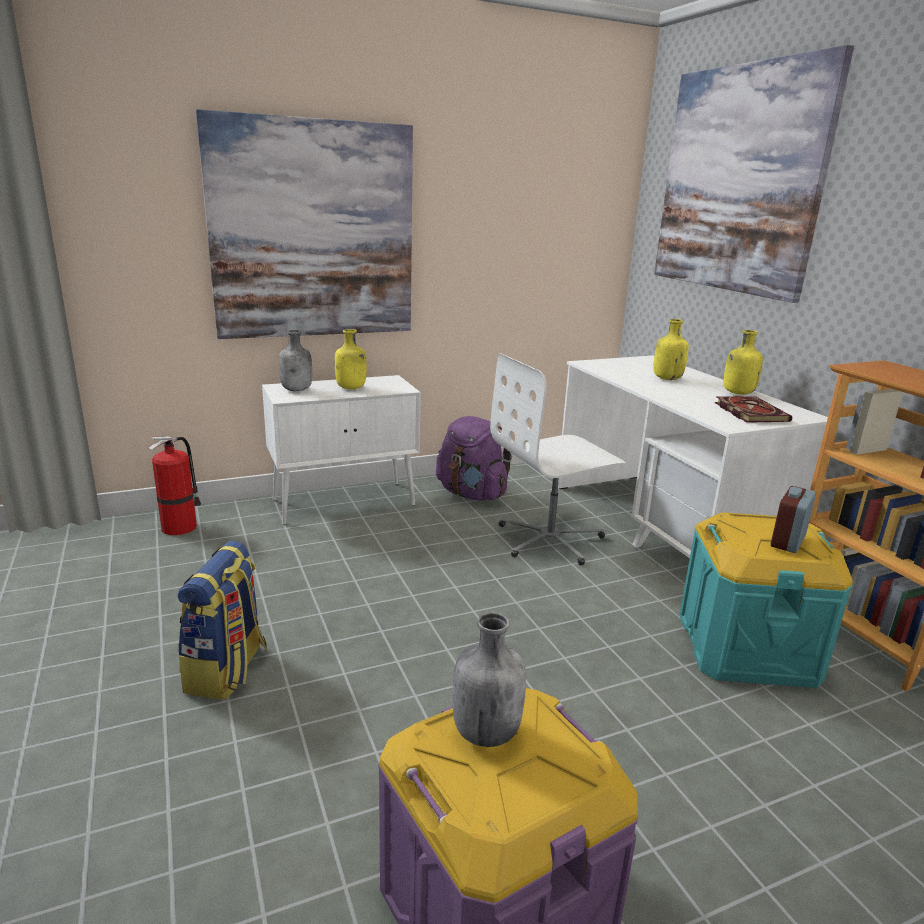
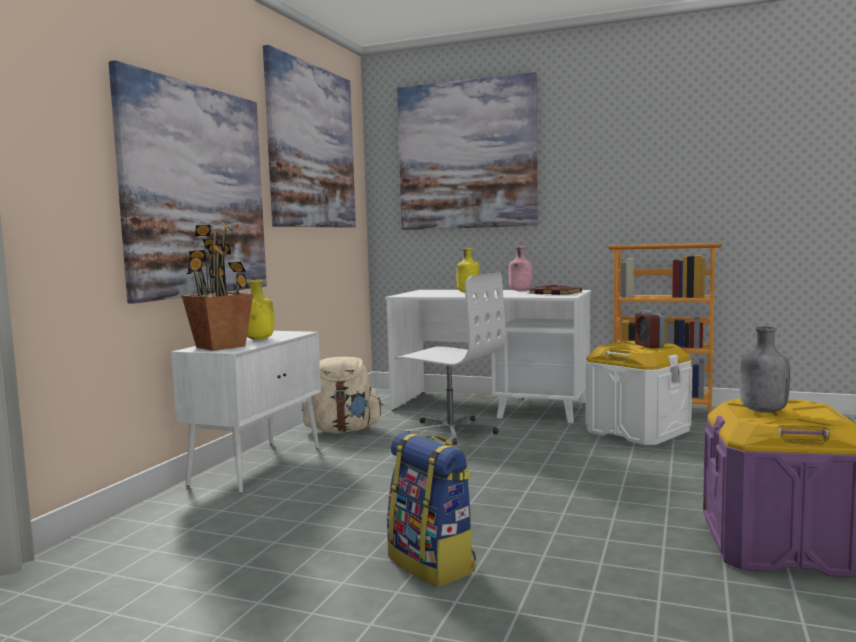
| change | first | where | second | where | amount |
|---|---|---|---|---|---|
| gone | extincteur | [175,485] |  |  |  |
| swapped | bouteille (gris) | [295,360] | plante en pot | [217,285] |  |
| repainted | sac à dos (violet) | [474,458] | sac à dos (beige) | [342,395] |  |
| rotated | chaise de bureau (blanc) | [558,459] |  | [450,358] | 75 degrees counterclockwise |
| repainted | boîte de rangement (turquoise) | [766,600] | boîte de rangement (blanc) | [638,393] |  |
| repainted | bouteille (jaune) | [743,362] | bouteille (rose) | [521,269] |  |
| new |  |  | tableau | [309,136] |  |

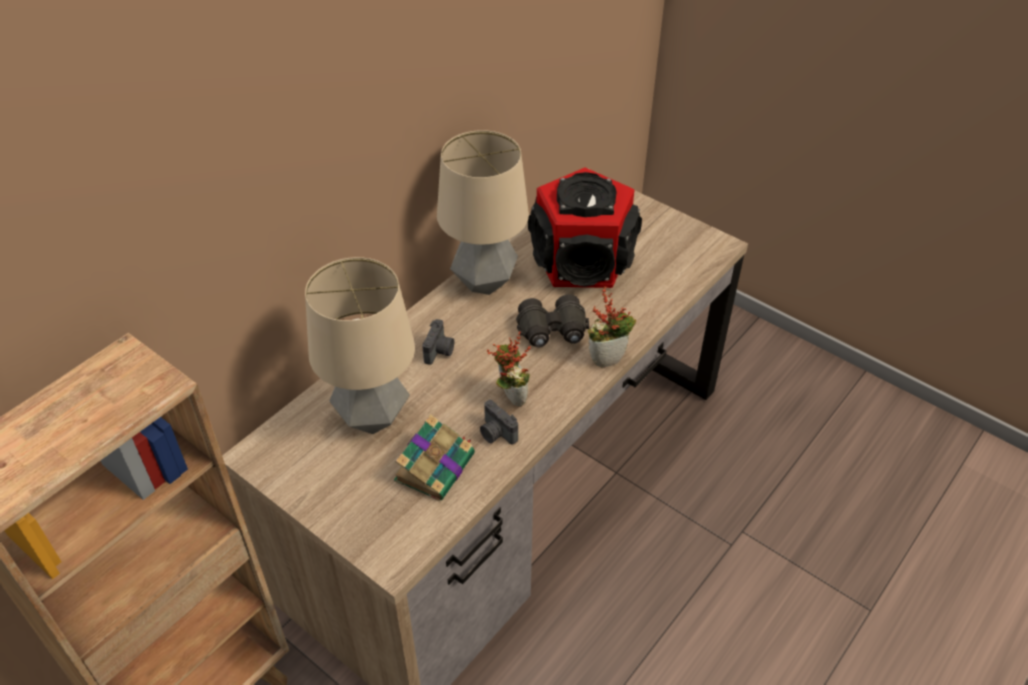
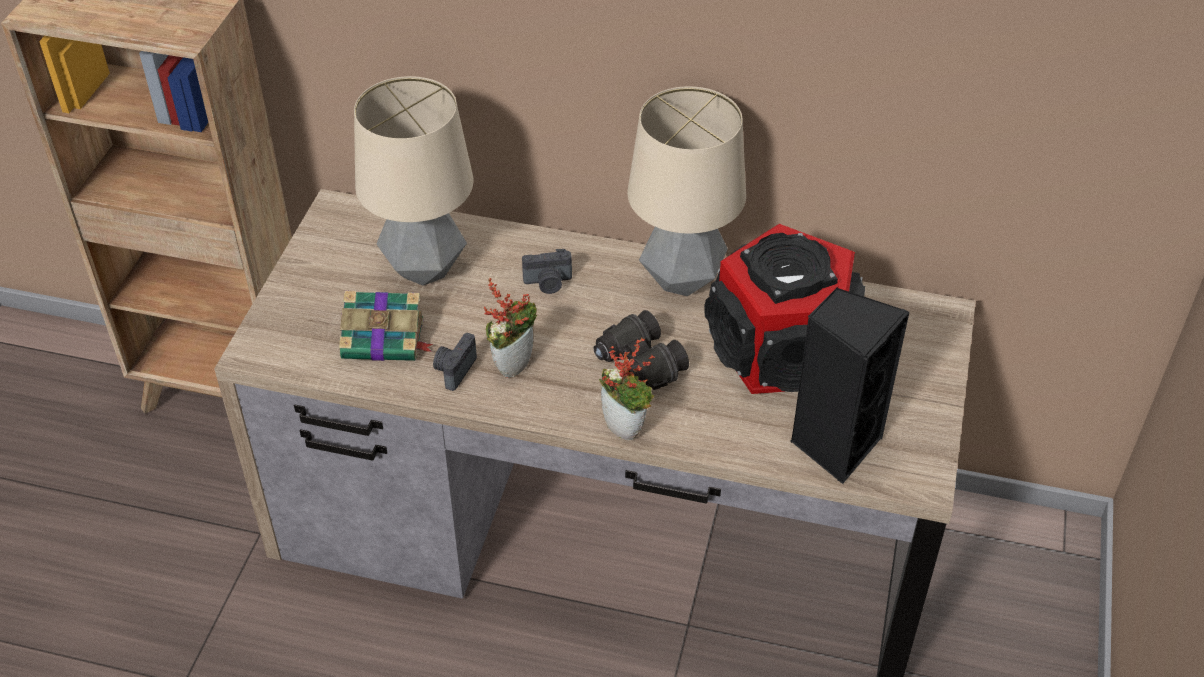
| change | first | where | second | where | amount |
|---|---|---|---|---|---|
| new |  |  | enceinte (noir) | [849,385] |  |

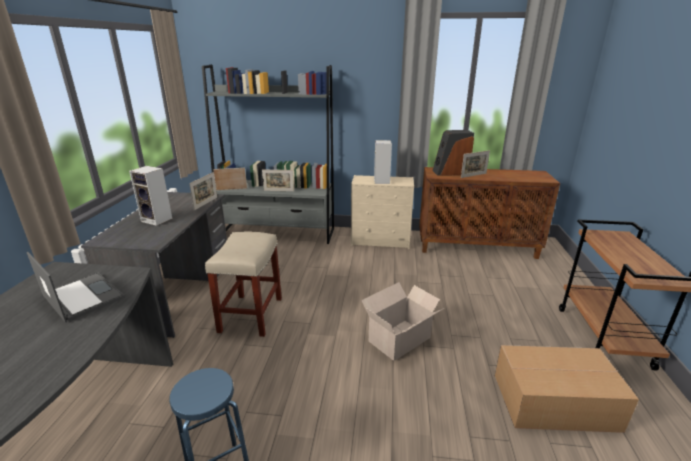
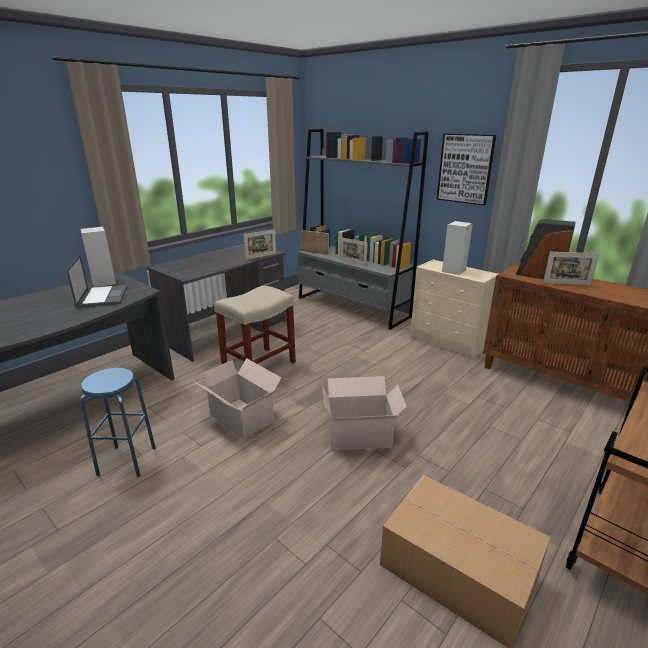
| change | first | where | second | where | amount |
|---|---|---|---|---|---|
| shifted | enceinte | [150,196] |  | [98,257] |  |
| new |  |  | carton | [238,398] |  |
| new |  |  | tableau | [466,169] |  |

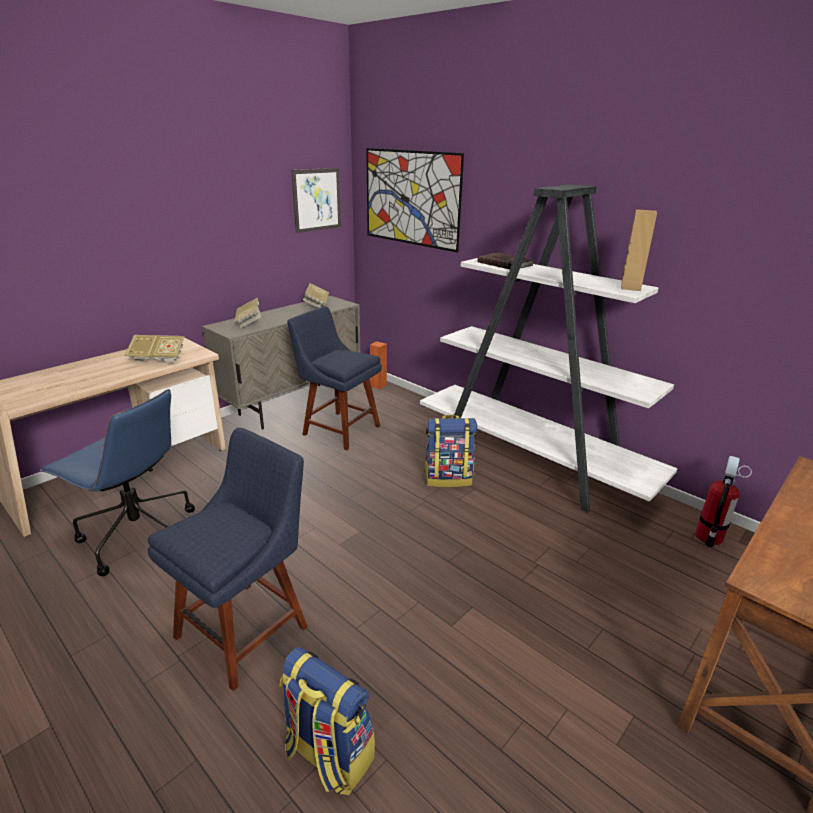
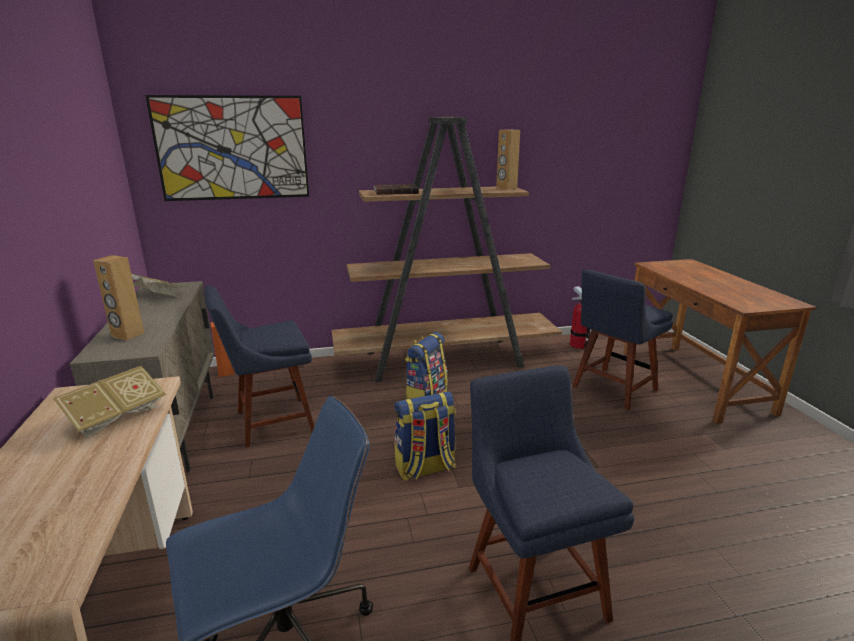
| change | first | where | second | where | amount |
|---|---|---|---|---|---|
| swapped | livre | [247,312] | enceinte (marron) | [118,298] |  |
| shifted | sac à dos | [327,721] |  | [425,436] |  |
| gone | tableau | [316,200] |  |  |  |
| repainted | bibliothèque (blanc) | [549,348] | bibliothèque (marron) | [447,249] |  |
| new |  |  | chaise (bleu) | [622,339] |  |

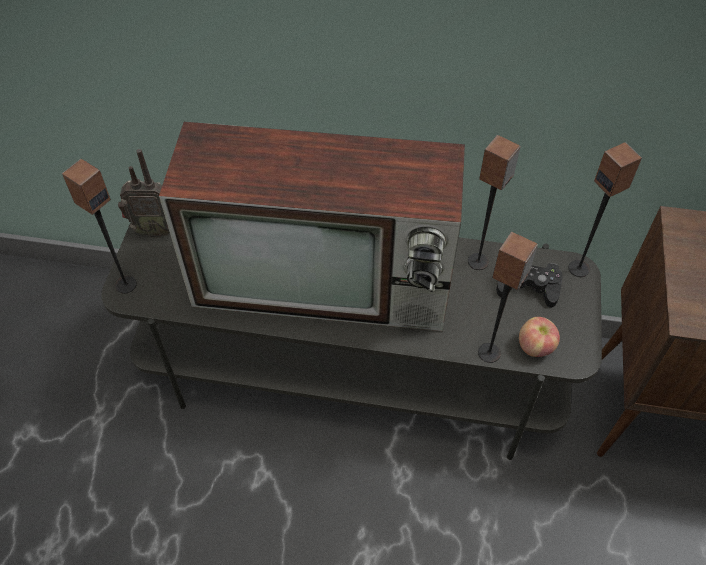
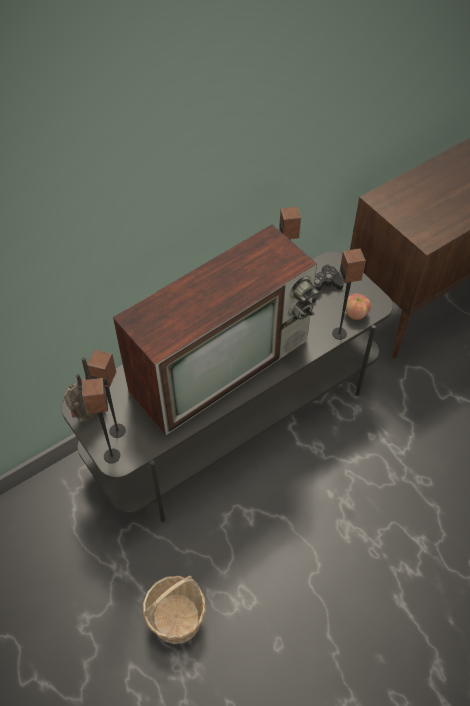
| change | first | where | second | where | amount |
|---|---|---|---|---|---|
| shifted | enceinte | [605,209] |  | [106,394] |  |
| new |  |  | panier | [174,610] |  |

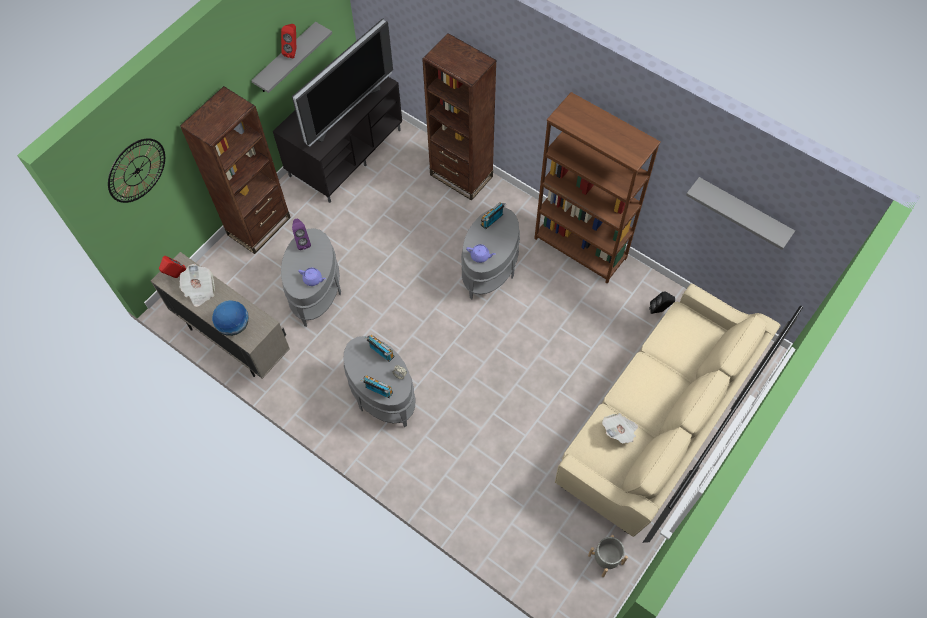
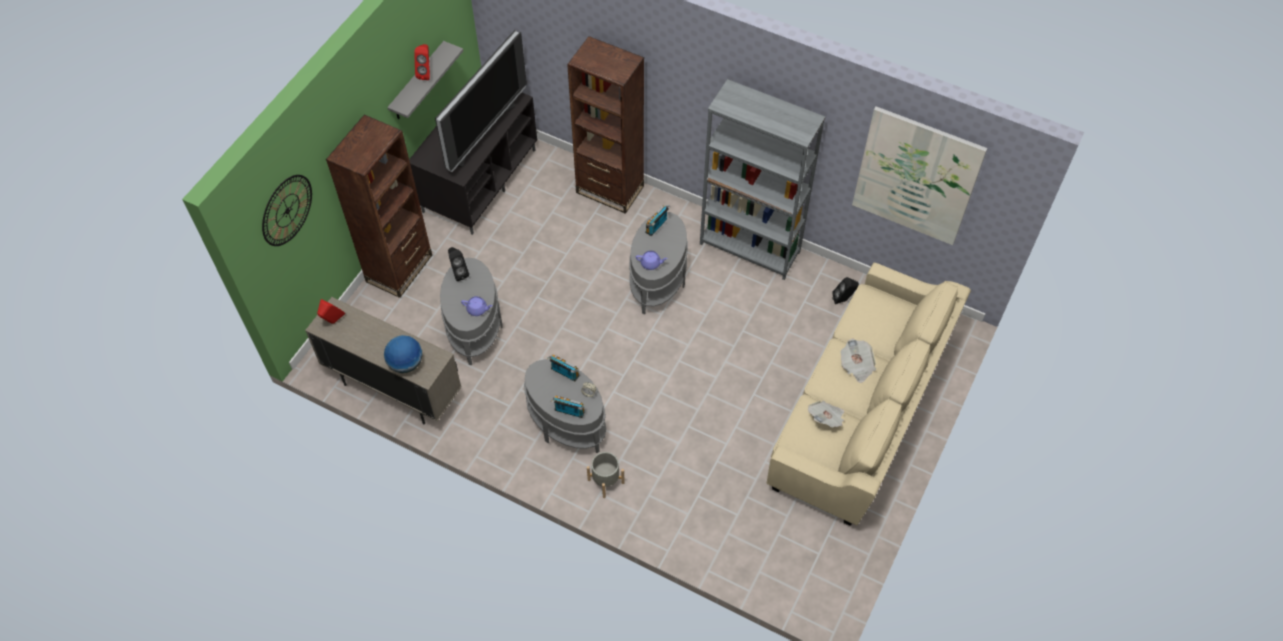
| change | first | where | second | where | amount |
|---|---|---|---|---|---|
| shifted | journal | [197,285] |  | [858,360] |  |
| repainted | enceinte (violet) | [301,234] | enceinte (noir) | [458,264] |  |
| repainted | bibliothèque (marron) | [597,188] | bibliothèque (gris) | [762,179] |  |
| shifted | cache-pot (gris) | [608,556] |  | [606,475] |  |
| swapped | étagère (gris) | [740,213] | tableau | [920,175] |  |

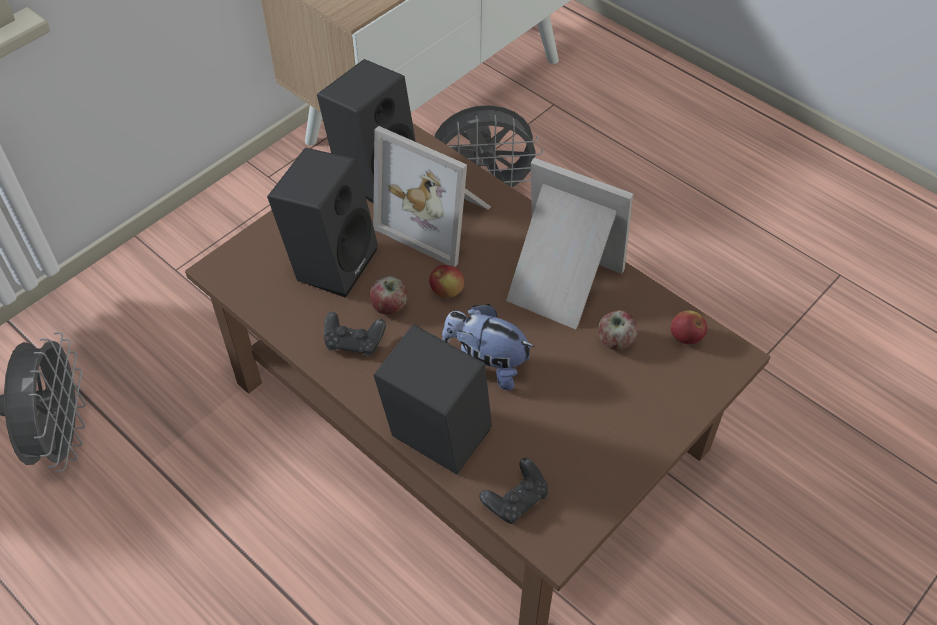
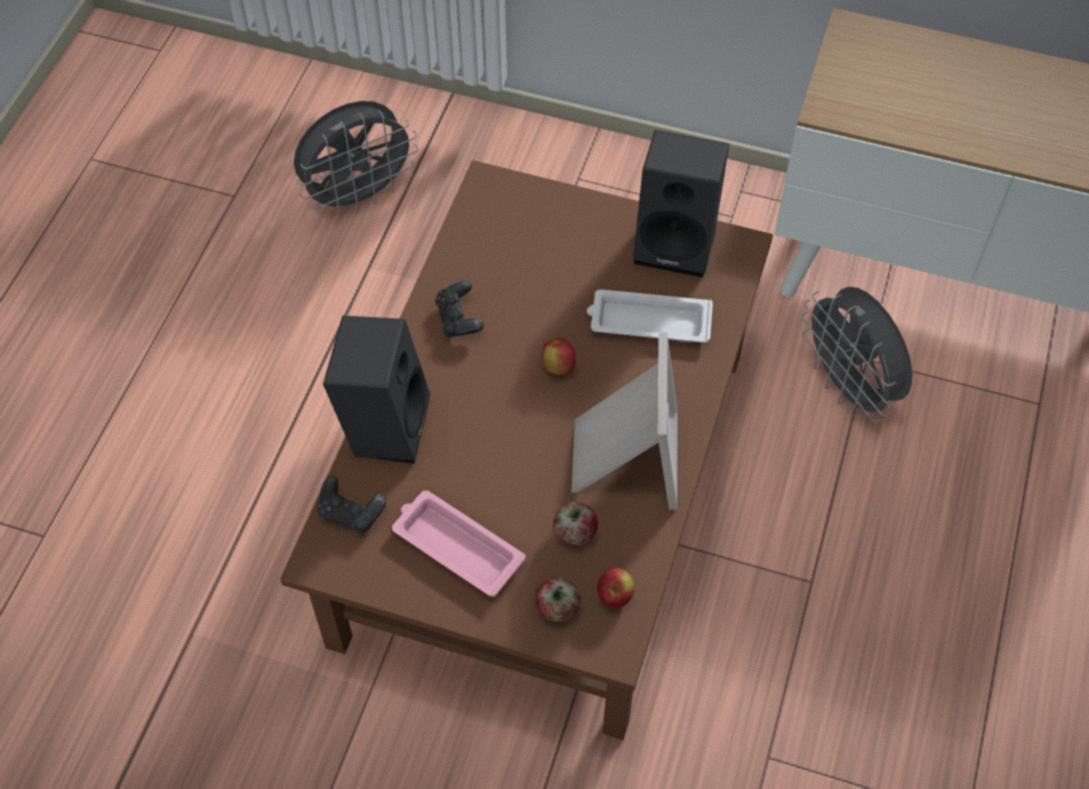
| change | first | where | second | where | amount |
|---|---|---|---|---|---|
| gone | enceinte (noir) | [322,223] |  |  |  |
| shifted | pomme | [389,295] |  | [558,599] |  |
| swapped | cadre photo | [432,196] | plateau (blanc) | [650,316] |  |
| gone | peluche | [488,347] |  |  |  |
| new |  |  | plateau (rose) | [458,544] |  |

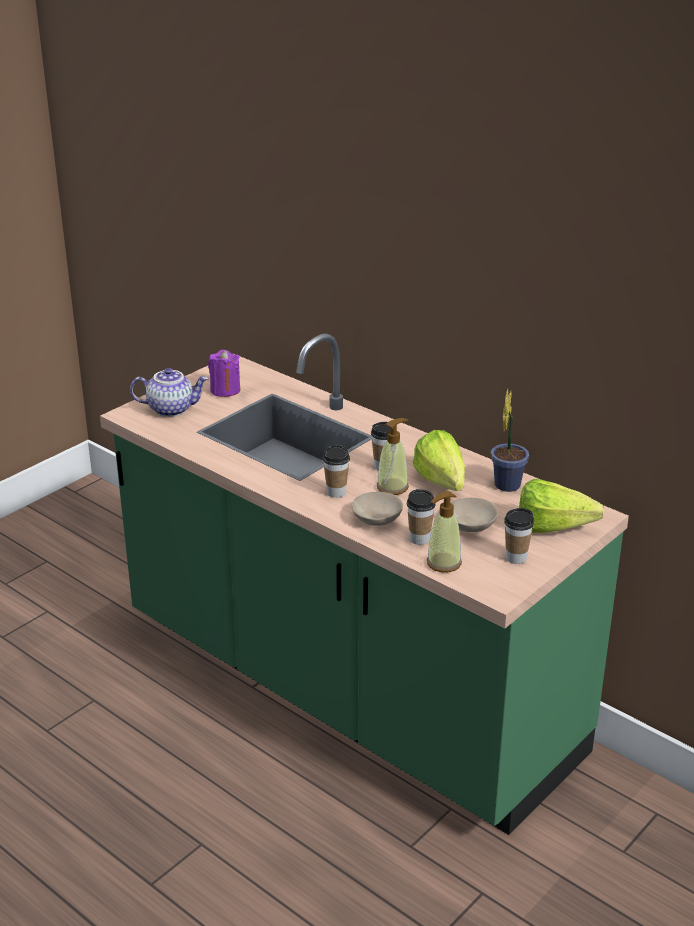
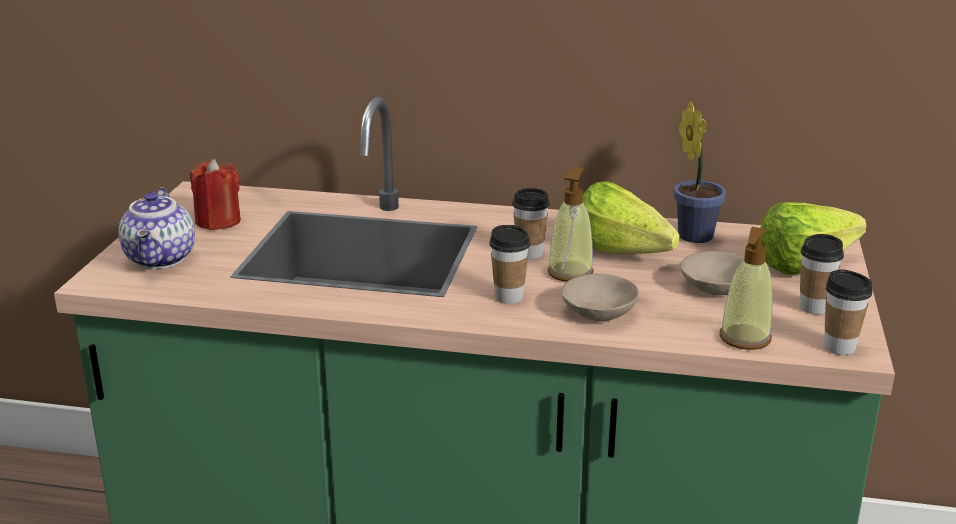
| change | first | where | second | where | amount |
|---|---|---|---|---|---|
| rotated | théière | [169,392] |  | [157,228] | 120 degrees clockwise |
| repainted | bougie (violet) | [224,373] | bougie (rouge) | [215,194] |  |
| shifted | tasse | [421,517] |  | [848,312] |  |

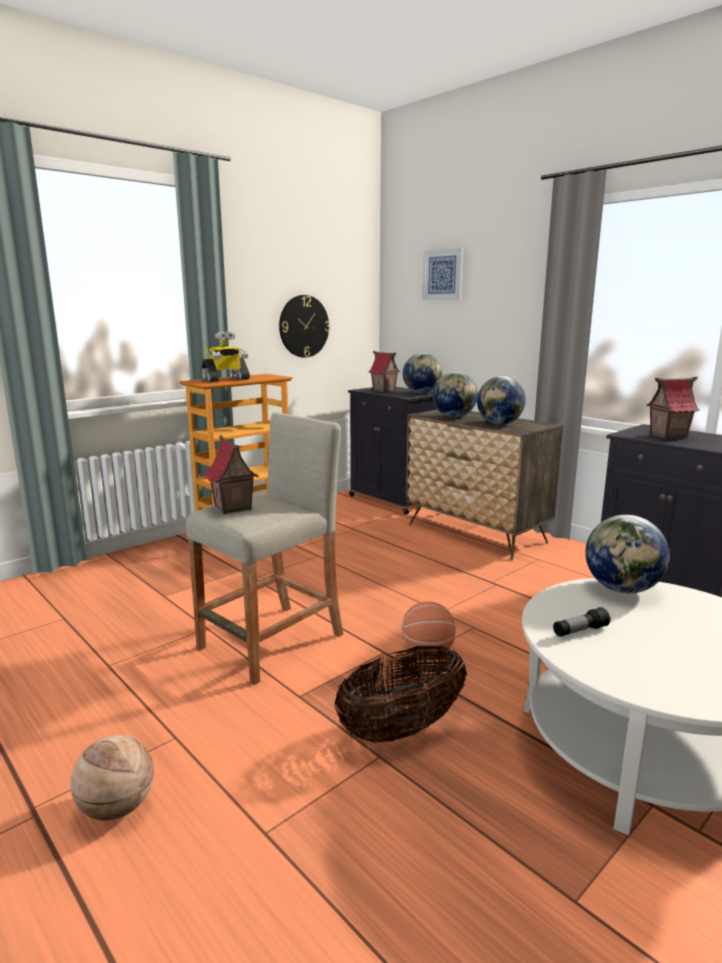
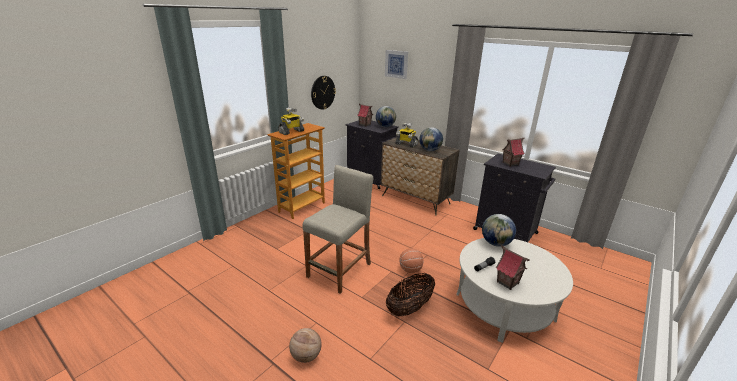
| change | first | where | second | where | amount |
|---|---|---|---|---|---|
| shifted | maison miniature | [231,474] |  | [513,267] |  |
| swapped | globe | [455,395] | robot jouet | [407,135] |  |

